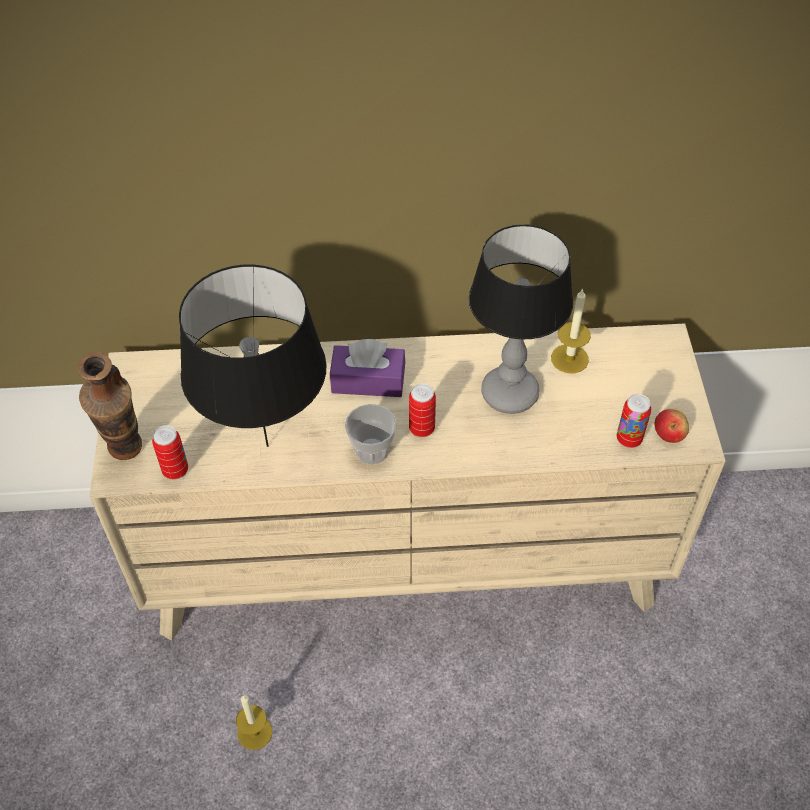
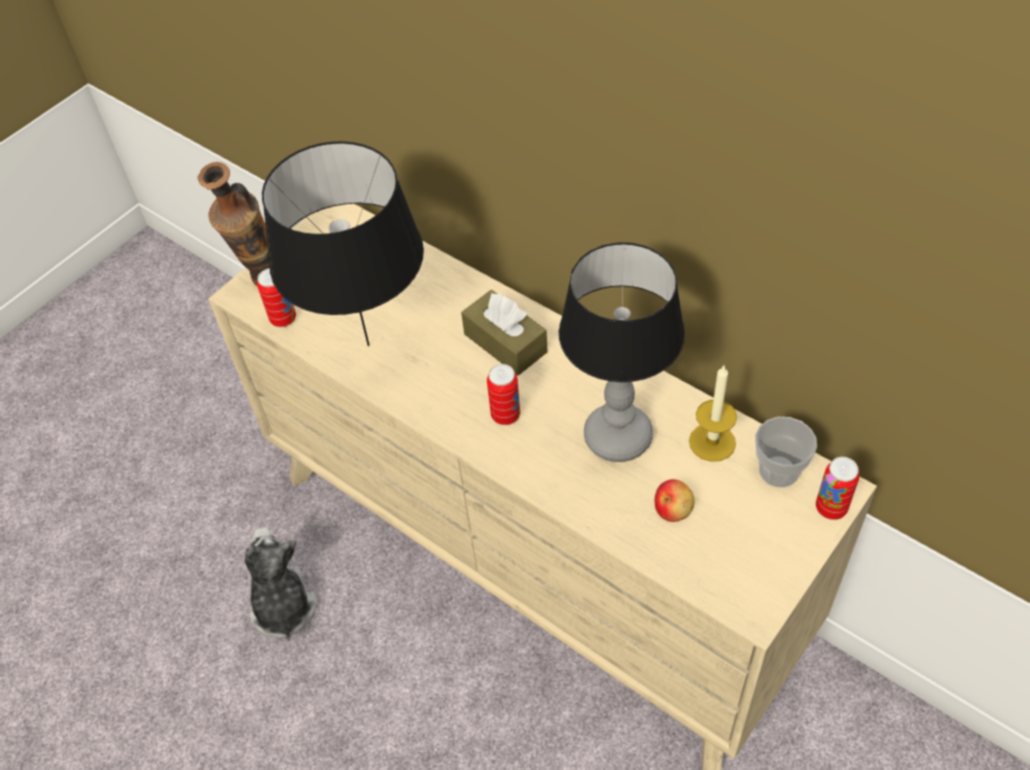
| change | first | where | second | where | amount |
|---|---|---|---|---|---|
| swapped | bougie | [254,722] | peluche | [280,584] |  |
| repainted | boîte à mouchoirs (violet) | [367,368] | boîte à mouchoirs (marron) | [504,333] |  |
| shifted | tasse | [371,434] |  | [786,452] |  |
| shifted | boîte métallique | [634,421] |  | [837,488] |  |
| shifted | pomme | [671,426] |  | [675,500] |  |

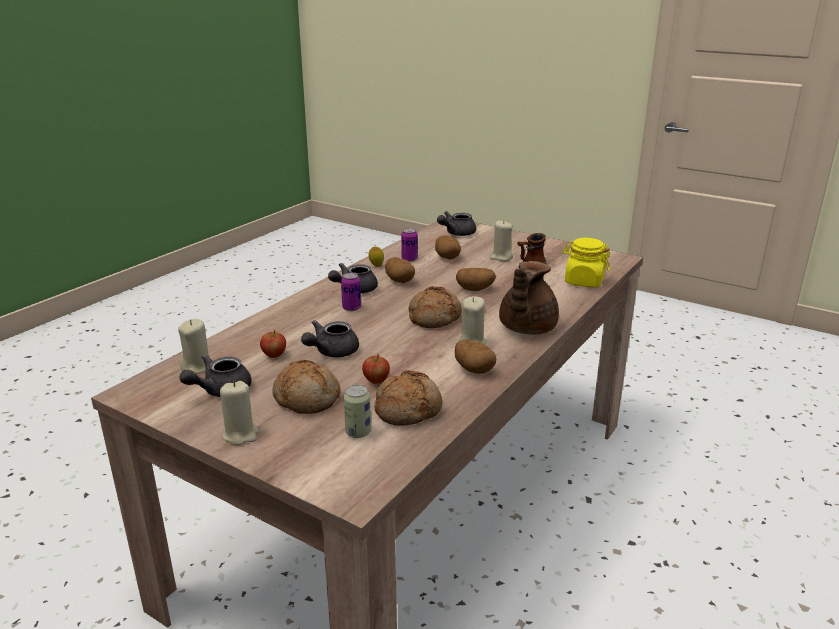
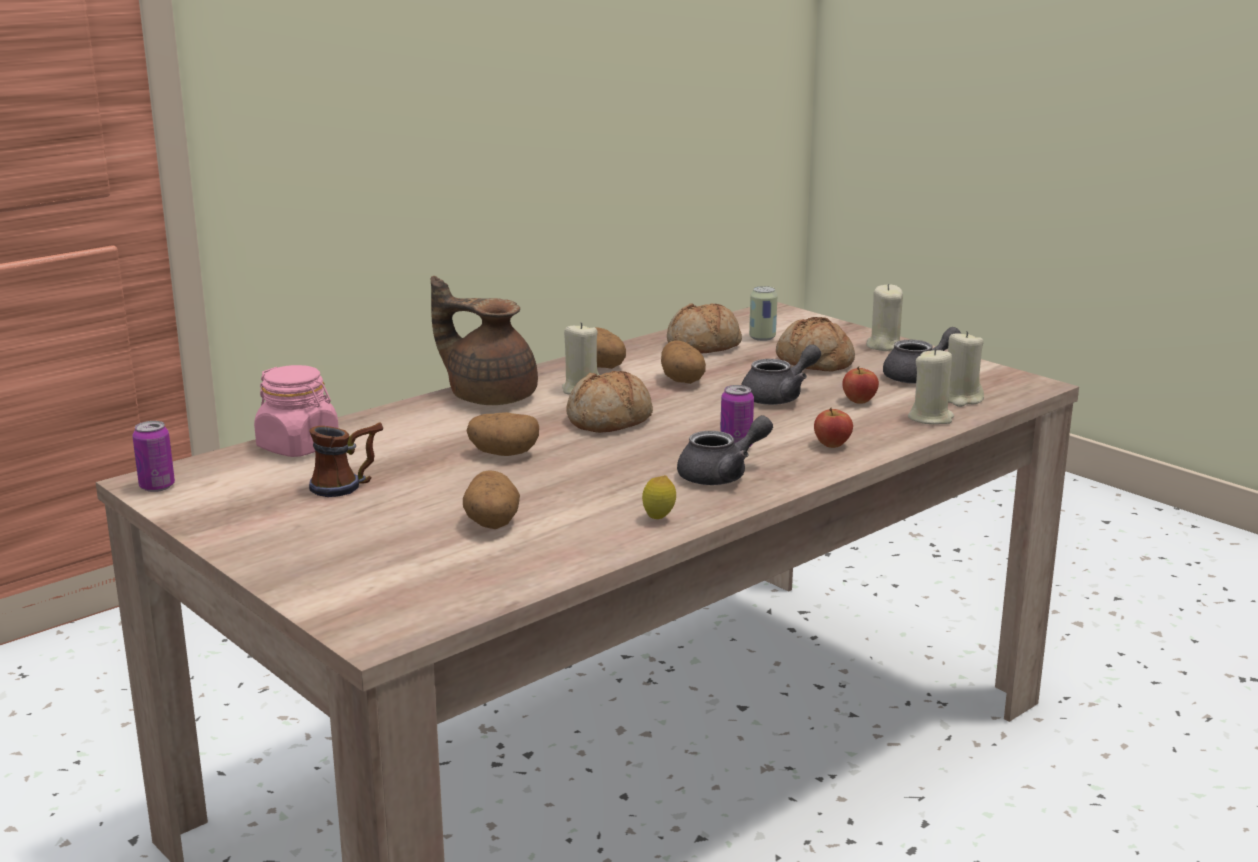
| change | first | where | second | where | amount |
|---|---|---|---|---|---|
| shifted | pomme | [376,369] |  | [833,428] |  |
| shifted | pomme de terre | [400,270] |  | [683,362] |  |
| shifted | boîte métallique | [409,245] |  | [153,456] |  |
| gone | théière (gris) | [456,223] |  |  |  |
| shifted | bougie (beige) | [501,240] |  | [931,386] |  |
| rotated | théière (marron) | [529,298] |  | [484,340] | 105 degrees counterclockwise |
| repainted | bocal (jaune) | [586,262] | bocal (rose) | [296,411] |  |

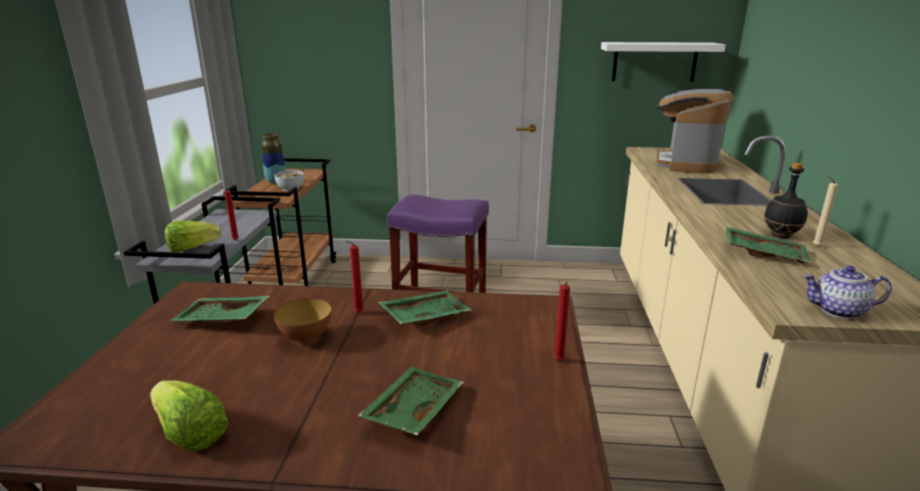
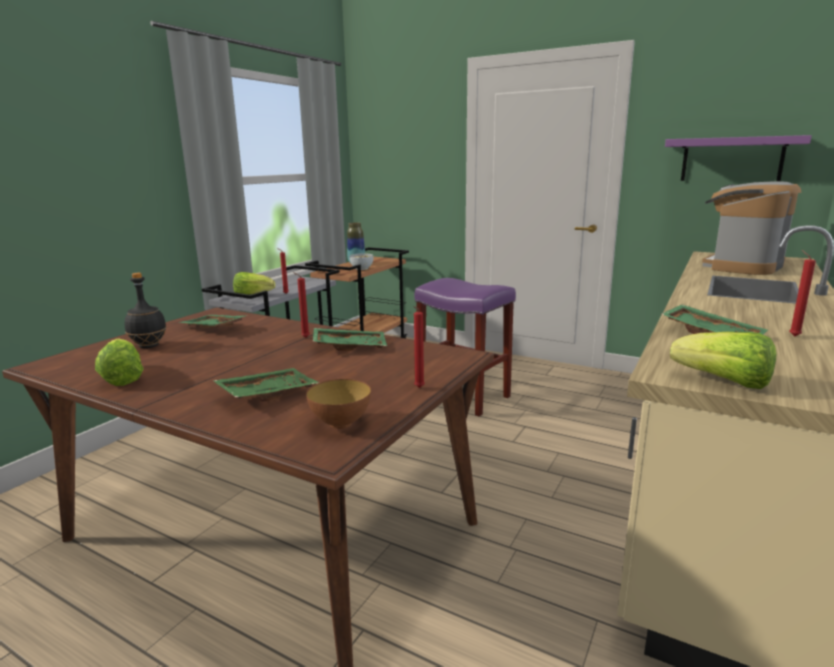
| change | first | where | second | where | amount |
|---|---|---|---|---|---|
| shifted | bol | [302,320] |  | [338,404] |  |
| repainted | étagère (blanc) | [663,62] | étagère (violet) | [738,158] |  |
| shifted | bouteille (noir) | [786,200] |  | [146,310] |  |
| swapped | théière | [847,292] | laitue | [723,360] |  |
| repainted | bougie (beige) | [825,211] | bougie (rouge) | [802,293] |  |

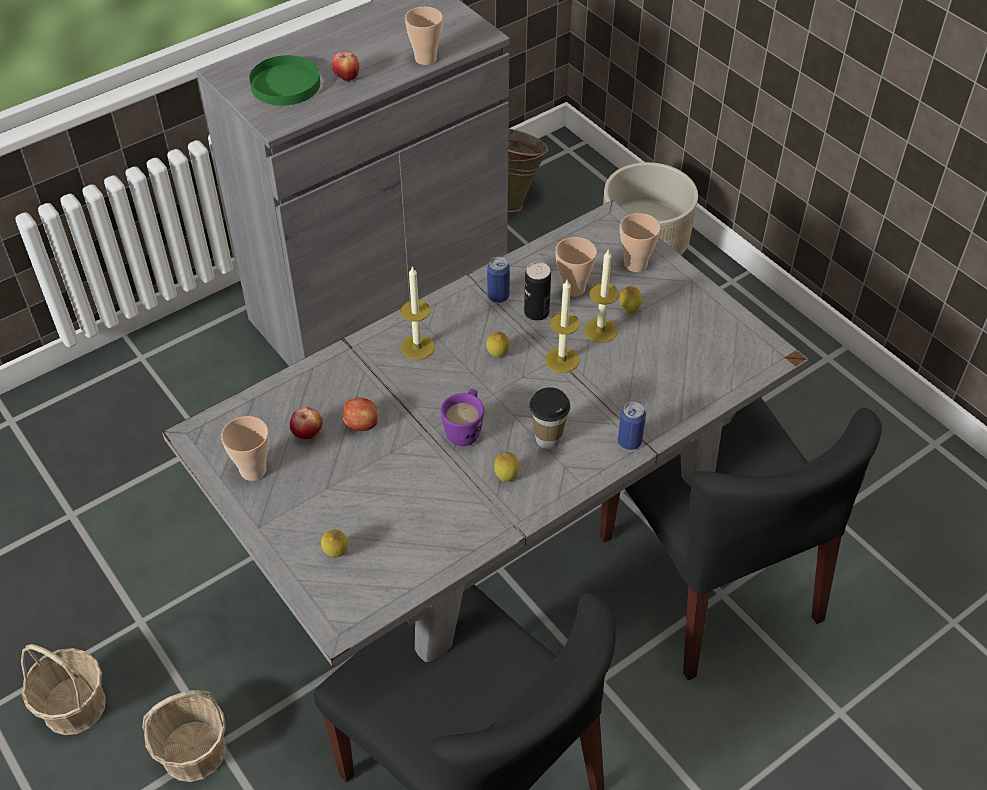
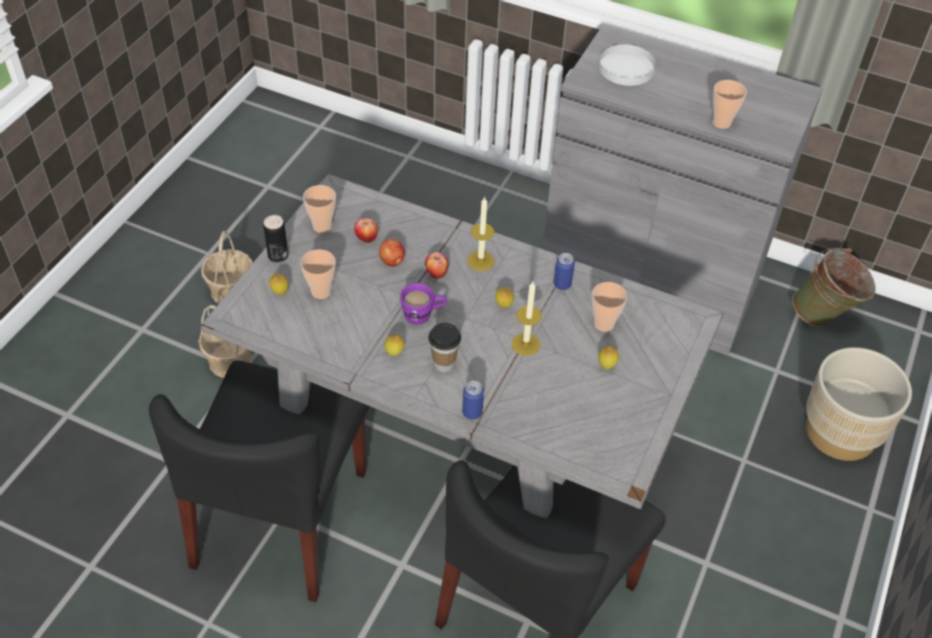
| change | first | where | second | where | amount |
|---|---|---|---|---|---|
| repainted | assiette (vert) | [284,80] | assiette (blanc) | [627,65] |  |
| shifted | pomme | [345,66] |  | [437,265] |  |
| shifted | boîte métallique | [537,291] |  | [275,238] |  |
| gone | bougie | [601,296] |  |  |  |
| shifted | tasse | [640,242] |  | [318,274] |  |

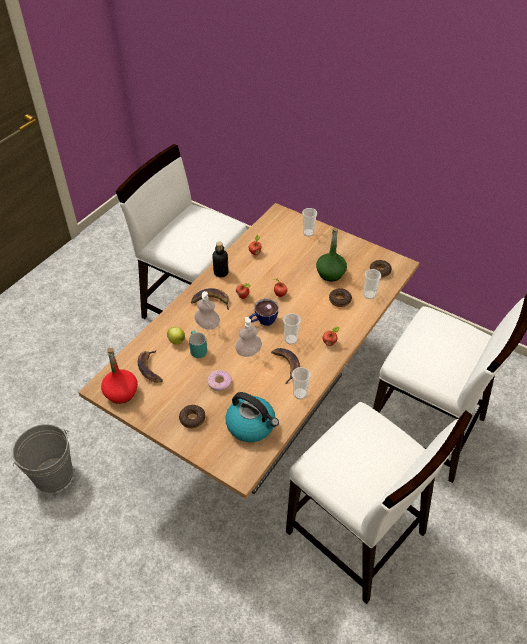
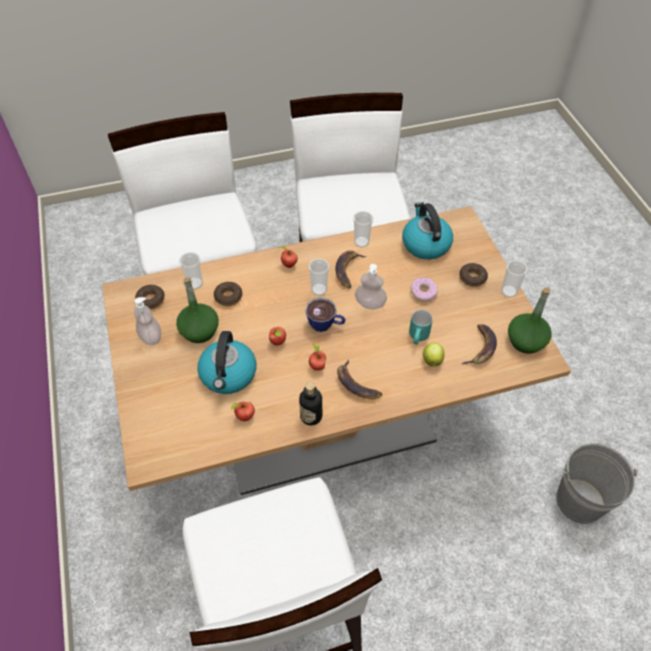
| change | first | where | second | where | amount |
|---|---|---|---|---|---|
| repainted | bouteille (rouge) | [119,376] | bouteille (vert) | [530,321] |  |
| shifted | distributeur de savon | [207,310] |  | [147,321] |  |
| shifted | tasse | [309,222] |  | [514,278] |  |
| new |  |  | bouilloire | [226,362] |  |

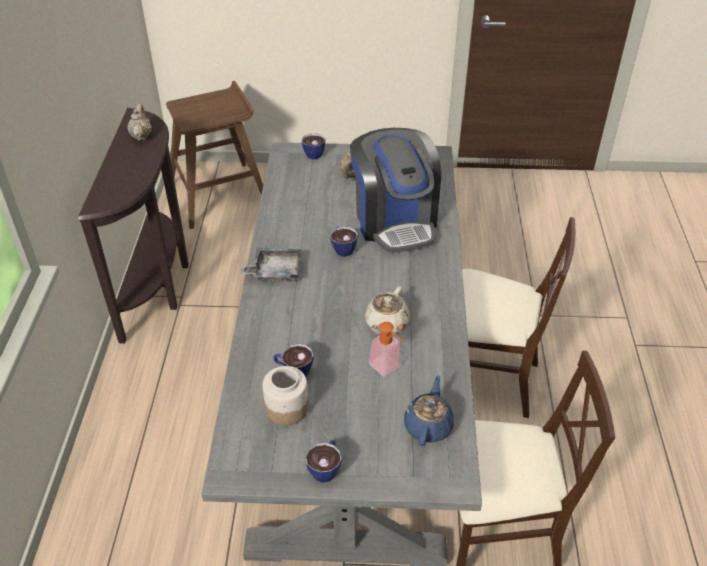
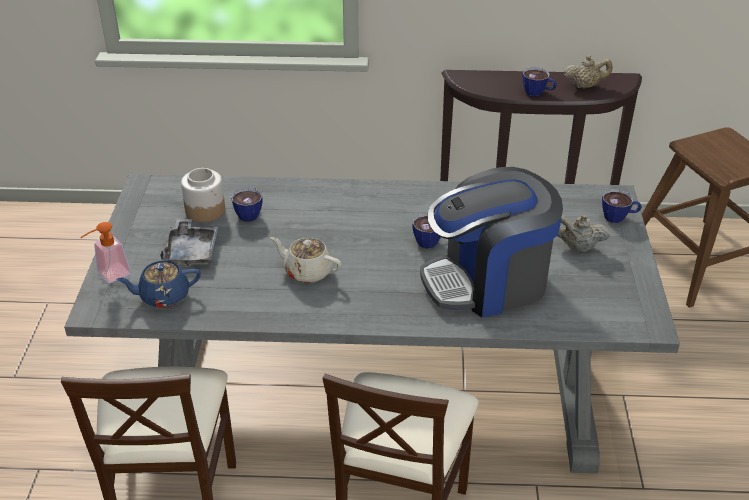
| change | first | where | second | where | amount |
|---|---|---|---|---|---|
| shifted | plateau (gris) | [271,265] |  | [189,242] |  |
| shifted | tasse | [323,461] |  | [540,81] |  |
| shifted | distributeur de savon | [386,349] |  | [105,252] |  |
| rotated | théière (bleu) | [429,410] |  | [158,284] | 150 degrees clockwise |

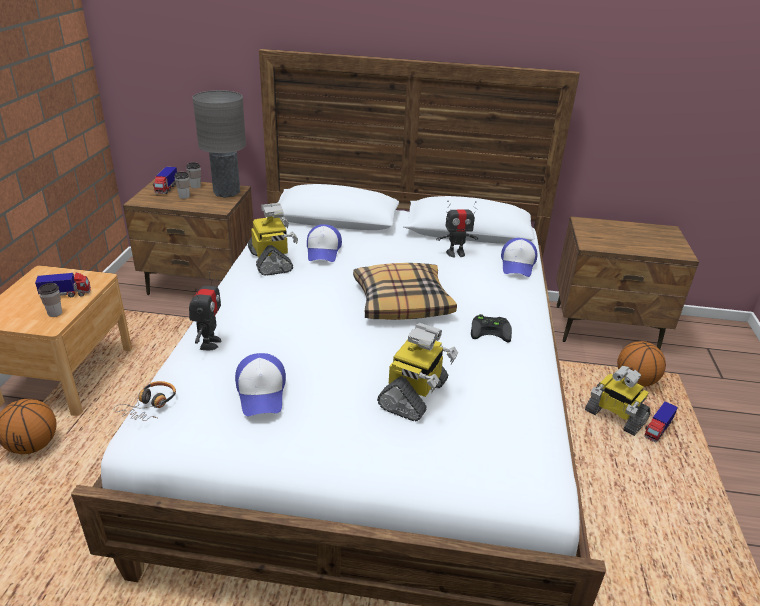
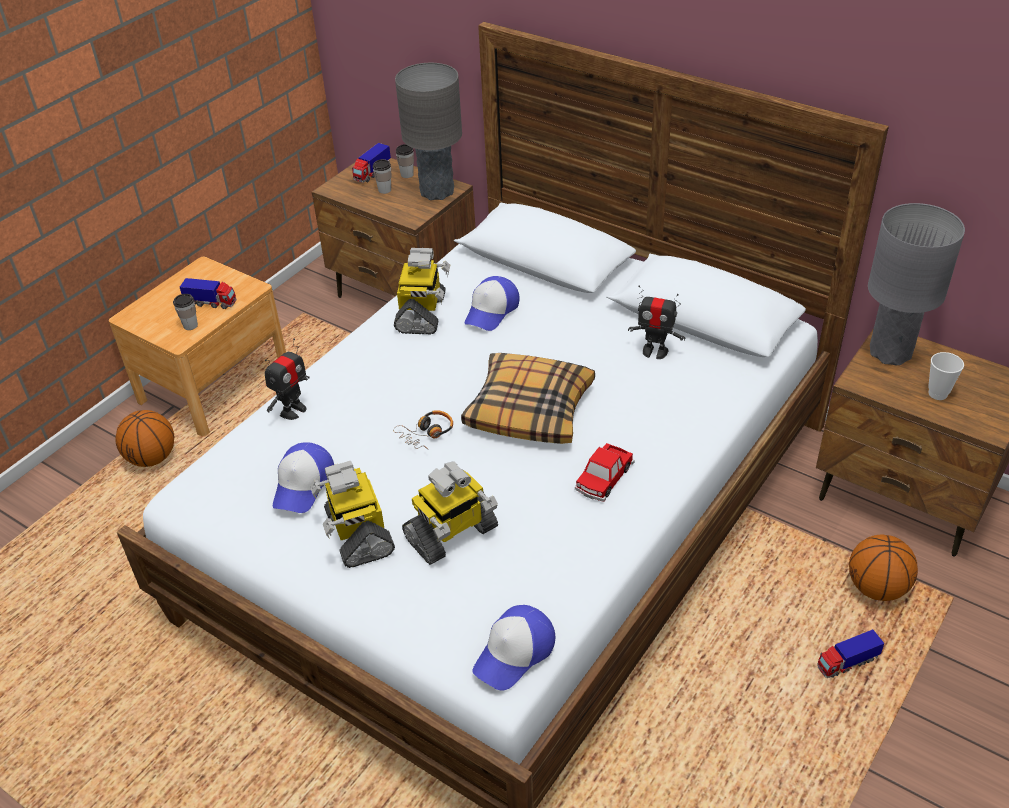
| change | first | where | second | where | amount |
|---|---|---|---|---|---|
| shifted | casque audio | [144,401] |  | [423,429] |  |
| swapped | manette (noir) | [491,328] | petite voiture | [605,472] |  |
| shifted | casquette | [519,257] |  | [513,647] |  |
| shifted | robot jouet | [617,401] |  | [352,514] |  |
| new |  |  | lampe de table (gris) | [916,284] |  |
| new |  |  | tasse | [946,376] |  |

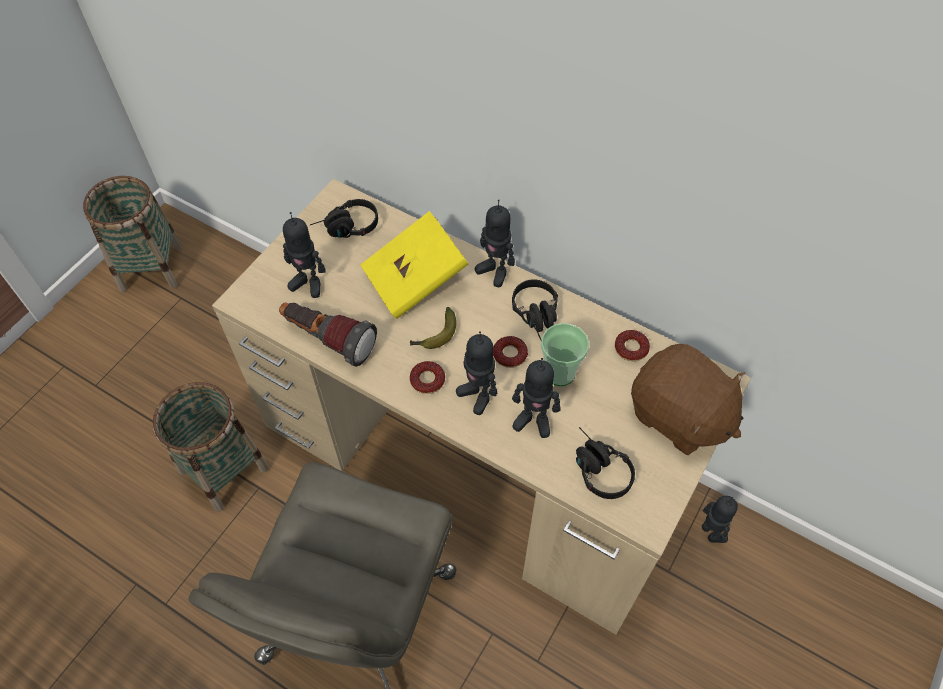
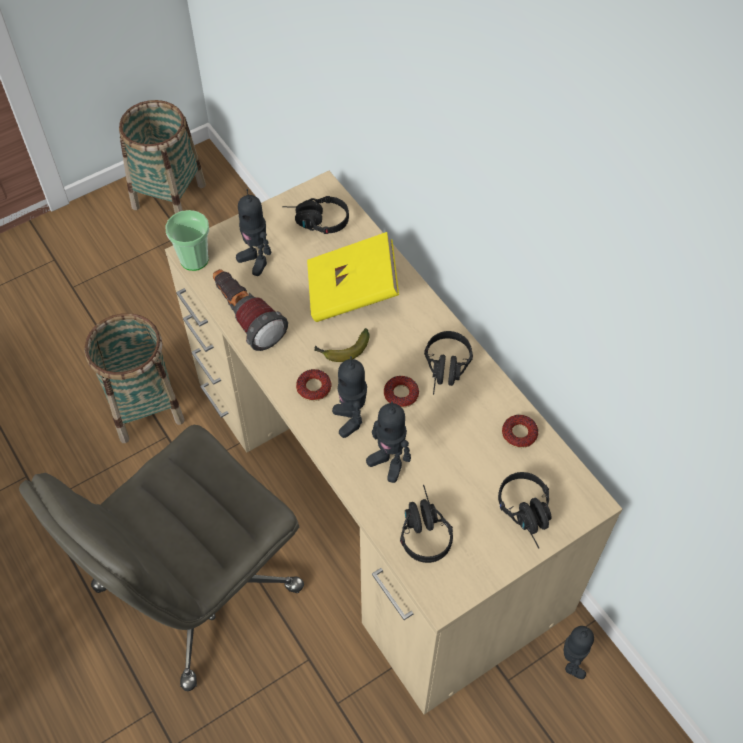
| change | first | where | second | where | amount |
|---|---|---|---|---|---|
| gone | robot jouet | [495,243] |  |  |  |
| shifted | tasse | [565,354] |  | [187,240] |  |
| swapped | peluche (marron) | [688,399] | casque audio (noir) | [524,510] |  |

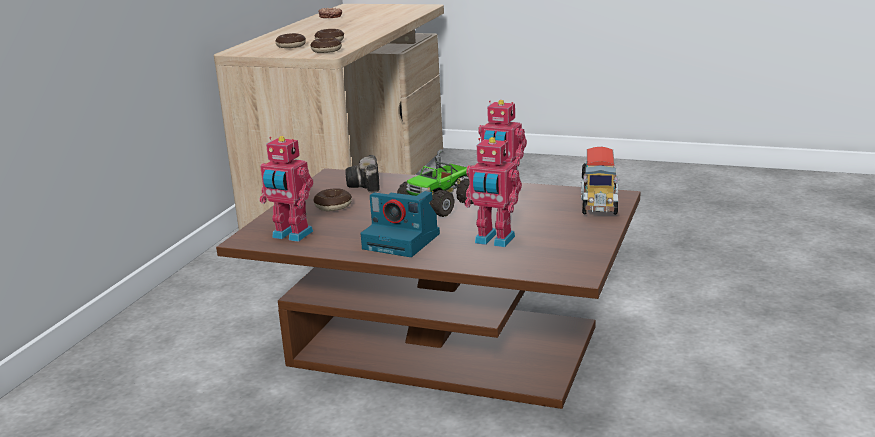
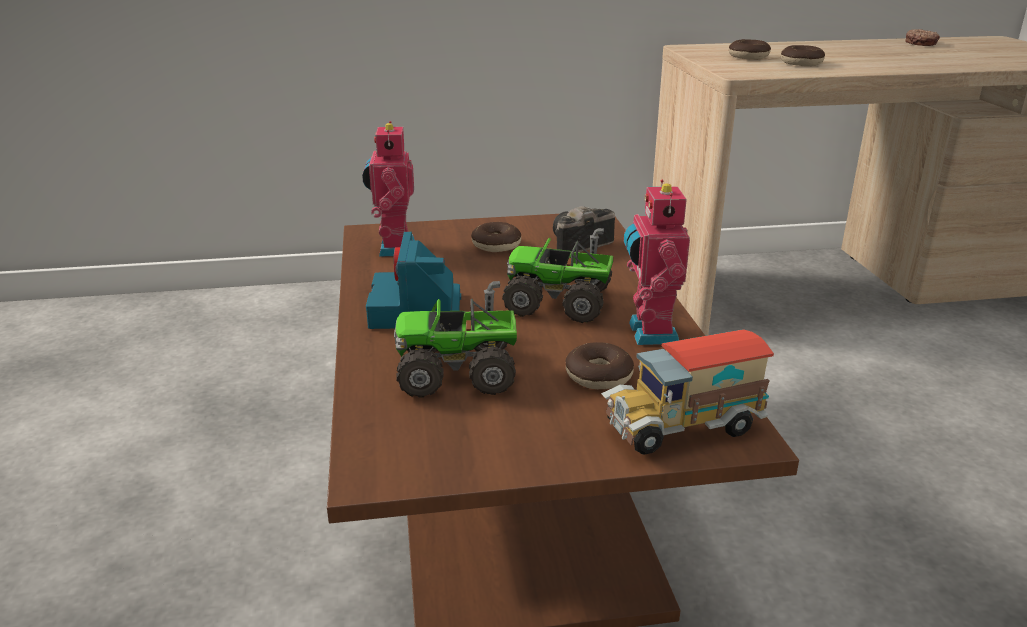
| change | first | where | second | where | amount |
|---|---|---|---|---|---|
| shifted | beignet | [326,45] |  | [599,365] |  |
| swapped | robot jouet | [493,192] | camion jouet | [455,339] |  |

